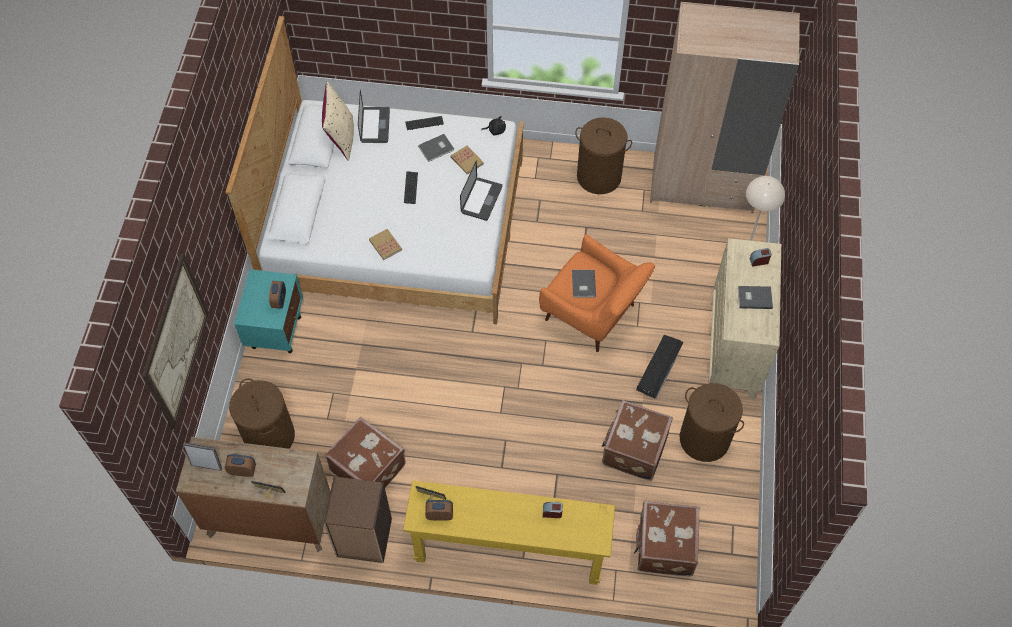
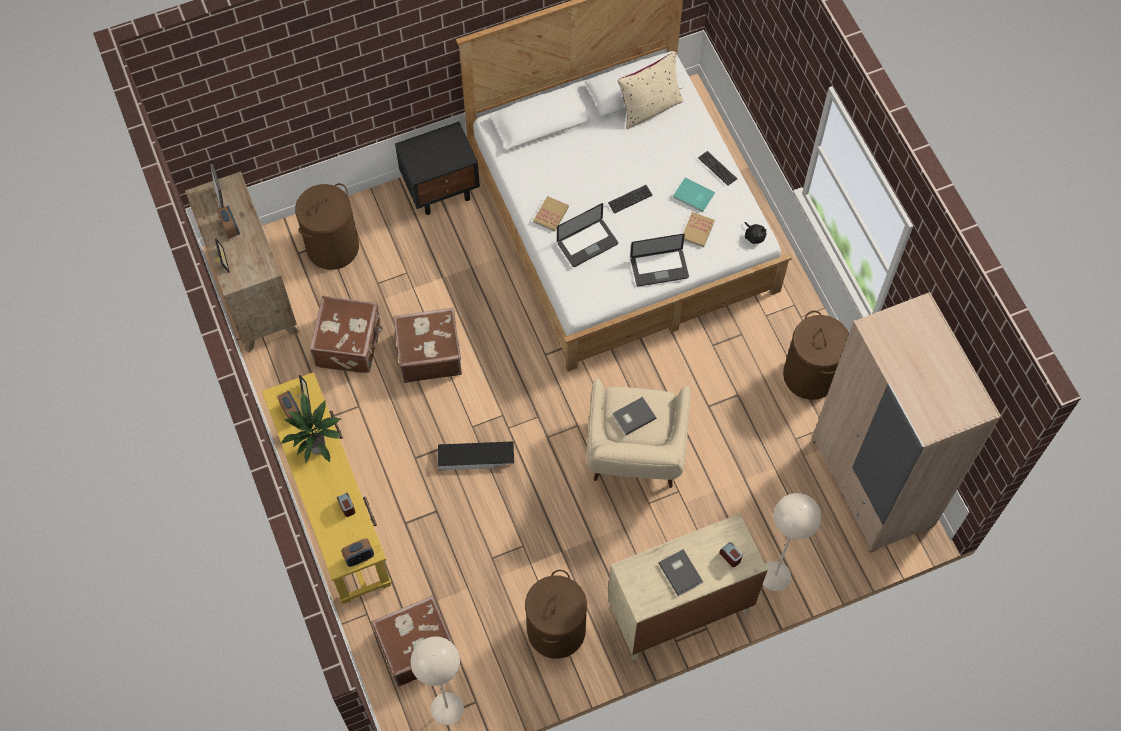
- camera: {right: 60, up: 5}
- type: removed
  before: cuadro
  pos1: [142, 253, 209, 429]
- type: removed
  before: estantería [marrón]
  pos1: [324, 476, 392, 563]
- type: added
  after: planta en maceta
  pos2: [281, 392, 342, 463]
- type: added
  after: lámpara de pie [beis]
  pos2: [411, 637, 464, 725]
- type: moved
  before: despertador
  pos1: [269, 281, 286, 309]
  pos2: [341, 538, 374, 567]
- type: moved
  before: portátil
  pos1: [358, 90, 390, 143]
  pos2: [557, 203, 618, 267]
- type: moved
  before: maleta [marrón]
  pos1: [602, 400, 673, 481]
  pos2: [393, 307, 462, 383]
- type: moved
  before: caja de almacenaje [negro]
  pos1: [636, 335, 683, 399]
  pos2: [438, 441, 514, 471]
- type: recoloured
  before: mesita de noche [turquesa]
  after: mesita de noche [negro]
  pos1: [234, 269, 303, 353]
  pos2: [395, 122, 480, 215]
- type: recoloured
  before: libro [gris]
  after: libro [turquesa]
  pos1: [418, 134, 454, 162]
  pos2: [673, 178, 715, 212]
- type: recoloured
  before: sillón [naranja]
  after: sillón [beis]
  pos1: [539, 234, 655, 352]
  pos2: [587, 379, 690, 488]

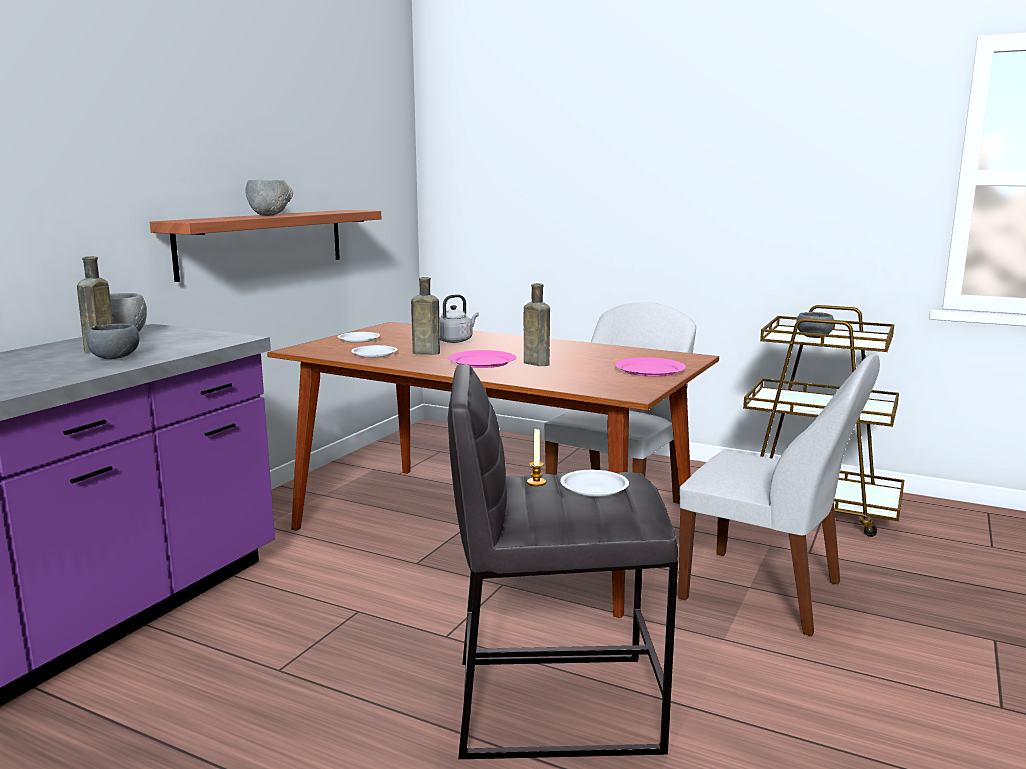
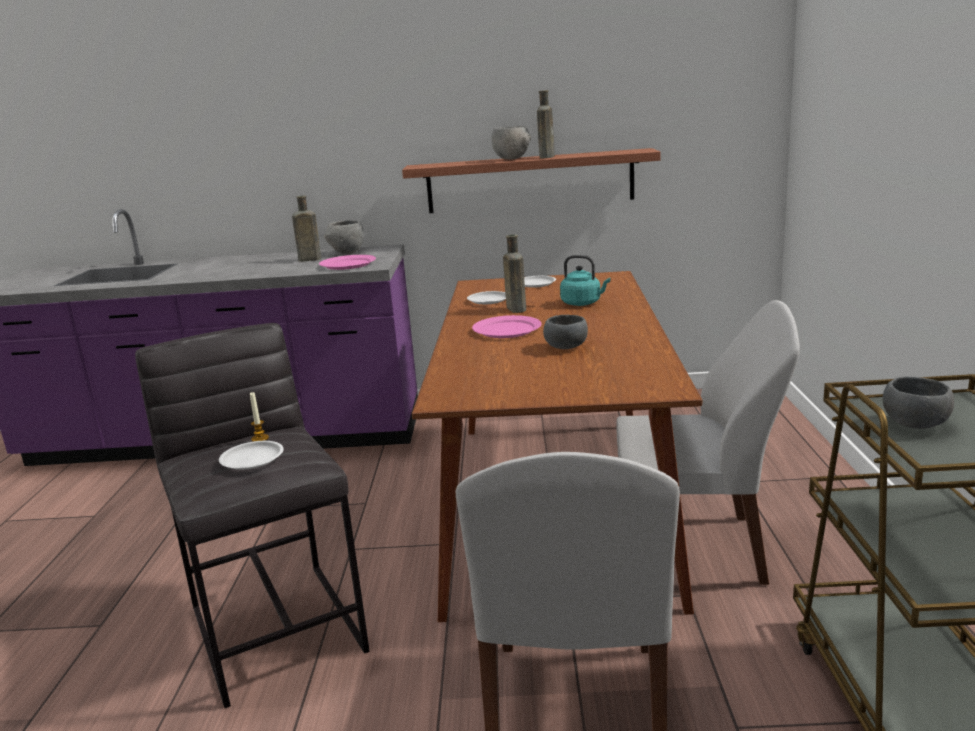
- camera: {right: 65, up: 5}
- type: moved
  before: cuenco [gris]
  pos1: [86, 323, 140, 359]
  pos2: [543, 315, 588, 349]
- type: moved
  before: botella [marrón]
  pos1: [524, 283, 550, 366]
  pos2: [537, 90, 555, 158]
- type: moved
  before: plato [rosa]
  pos1: [614, 357, 686, 377]
  pos2: [319, 255, 376, 270]
- type: recoloured
  before: hervidor [gris]
  after: hervidor [turquesa]
  pos1: [439, 294, 479, 343]
  pos2: [560, 255, 610, 306]

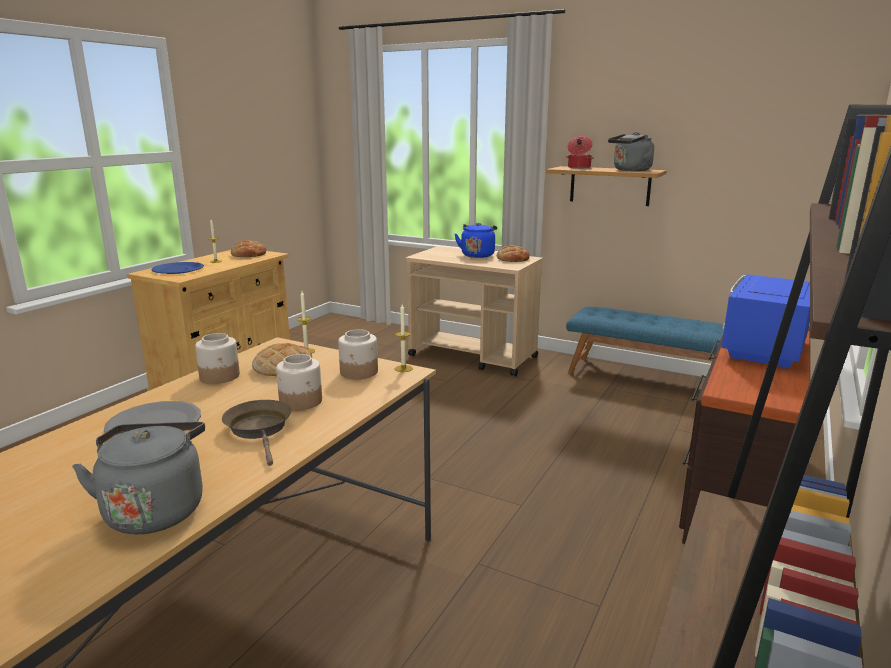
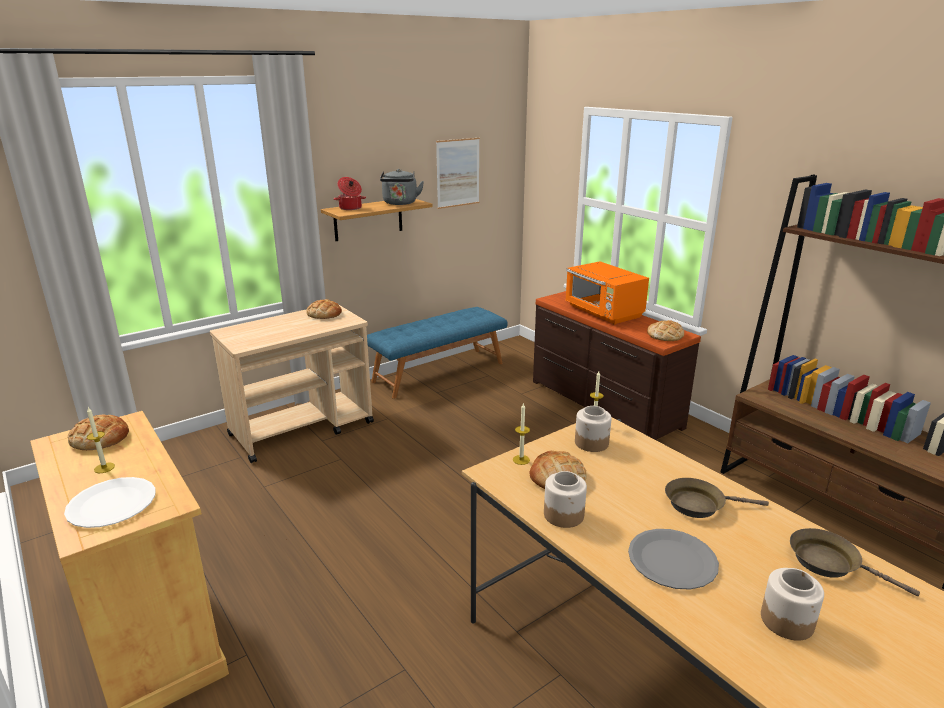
- camera: {right: -65, up: 5}
- type: removed
  before: hervidor [azul]
  pos1: [455, 223, 497, 258]
- type: added
  after: cuadro
  pos2: [436, 138, 480, 209]
- type: added
  after: pan
  pos2: [647, 320, 684, 341]
- type: moved
  before: tarro
  pos1: [276, 354, 322, 410]
  pos2: [761, 568, 824, 641]
- type: replaced
  before: hervidor [gris]
  after: sartén [marrón]
  pos1: [72, 422, 205, 534]
  pos2: [790, 528, 920, 596]
- type: recoloured
  before: plato [azul]
  after: plato [blanco]
  pos1: [151, 262, 204, 274]
  pos2: [64, 477, 156, 528]
- type: recoloured
  before: microondas [azul]
  after: microondas [naranja]
  pos1: [721, 274, 810, 369]
  pos2: [566, 261, 649, 325]

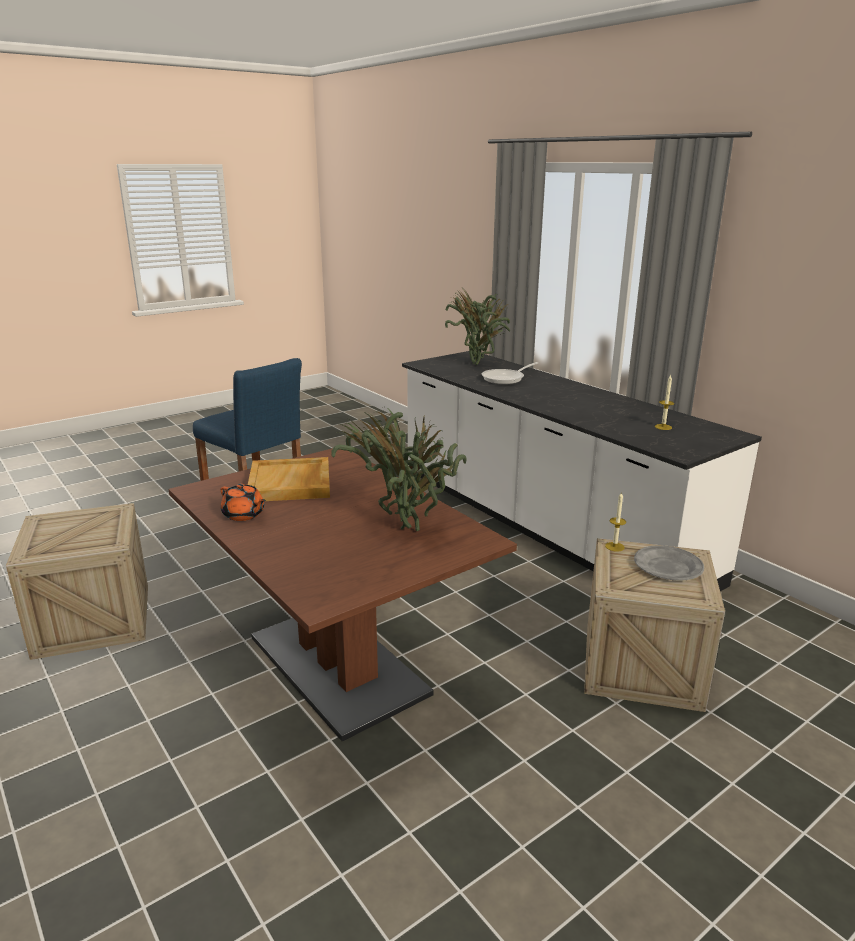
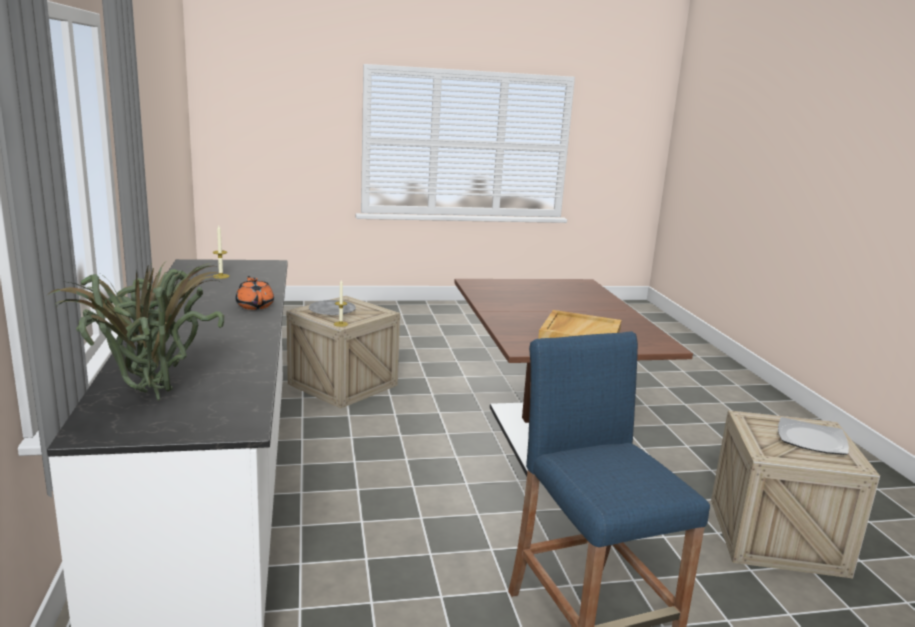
- camera: {right: -155, up: -5}
- type: removed
  before: planta en maceta
  pos1: [331, 407, 467, 531]
- type: removed
  before: sartén
  pos1: [482, 362, 538, 384]
- type: added
  after: plato
  pos2: [778, 417, 849, 455]
- type: moved
  before: tetera [naranja]
  pos1: [221, 484, 266, 521]
  pos2: [236, 276, 274, 310]

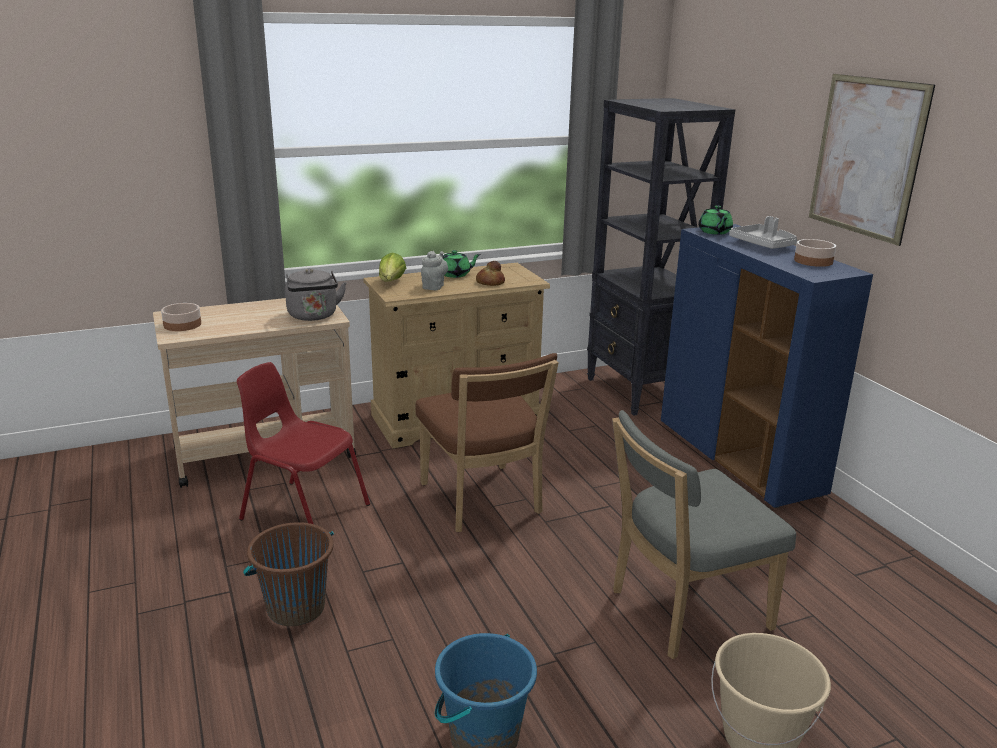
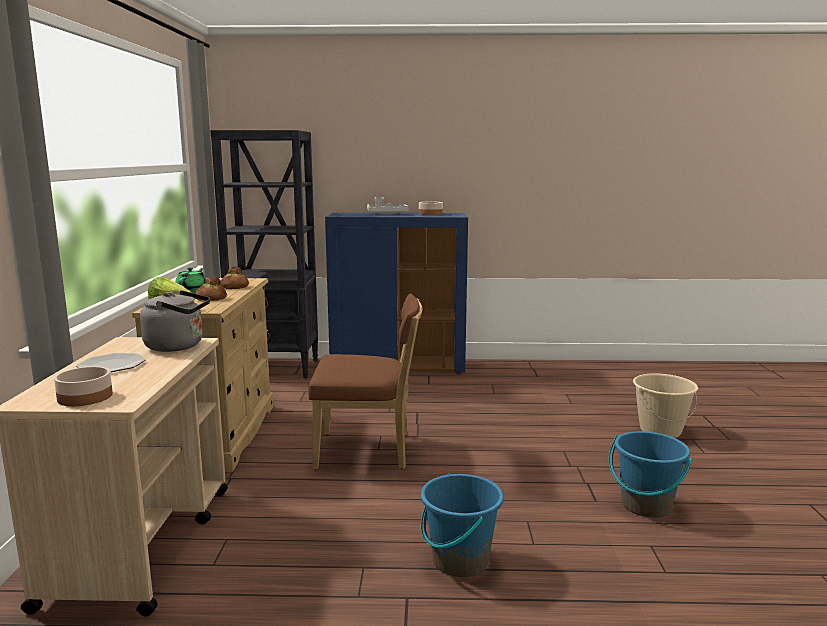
- camera: {right: -65, up: -10}
- type: removed
  before: silla [rojo]
  pos1: [237, 362, 370, 524]
- type: removed
  before: silla [gris]
  pos1: [612, 410, 796, 659]
- type: removed
  before: tetera [verde]
  pos1: [698, 205, 733, 235]
- type: removed
  before: cuadro
  pos1: [809, 74, 935, 246]
- type: added
  after: plato
  pos2: [76, 353, 146, 372]
- type: replaced
  before: tetera [gris]
  after: pan
  pos1: [421, 251, 448, 290]
  pos2: [195, 276, 227, 301]
- type: recoloured
  before: cubo [marrón]
  after: cubo [azul]
  pos1: [243, 522, 334, 626]
  pos2: [421, 473, 504, 577]

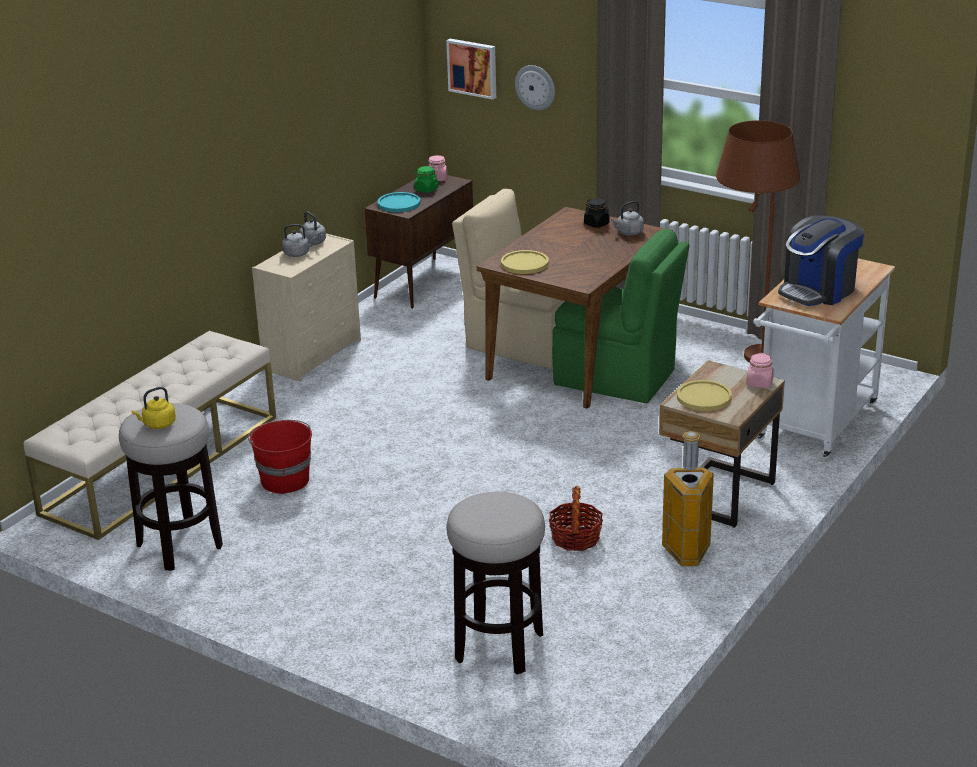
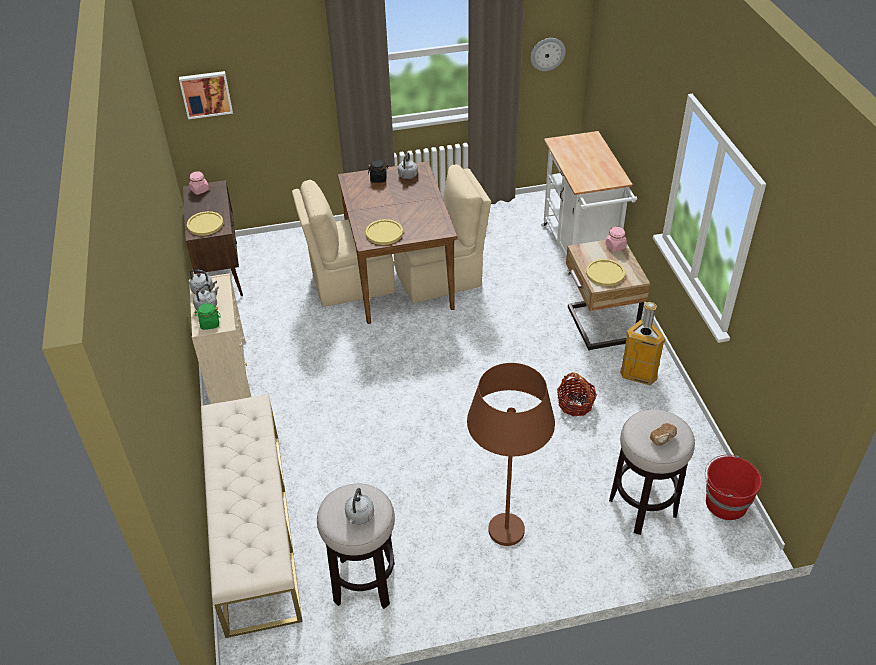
- camera: {right: -45, up: 15}
- type: removed
  before: cafetera
  pos1: [778, 215, 864, 306]
- type: added
  after: pan
  pos2: [650, 423, 677, 446]
- type: moved
  before: cubo [rojo]
  pos1: [248, 420, 312, 494]
  pos2: [705, 455, 762, 520]
- type: moved
  before: tarro [verde]
  pos1: [415, 166, 438, 193]
  pos2: [195, 303, 221, 330]
- type: moved
  before: reloj de pared
  pos1: [515, 65, 555, 110]
  pos2: [531, 38, 566, 71]
- type: moved
  before: lámpara de pie [marrón]
  pos1: [716, 120, 800, 363]
  pos2: [467, 363, 555, 546]
- type: recoloured
  before: hervidor [amarillo]
  after: hervidor [gris]
  pos1: [132, 387, 176, 429]
  pos2: [345, 488, 374, 525]
- type: recoloured
  before: plato [turquesa]
  after: plato [amarillo]
  pos1: [378, 192, 421, 212]
  pos2: [187, 211, 223, 236]
- type: recoloured
  before: silla [verde]
  after: silla [beis]
  pos1: [552, 229, 689, 403]
  pos2: [394, 164, 491, 303]

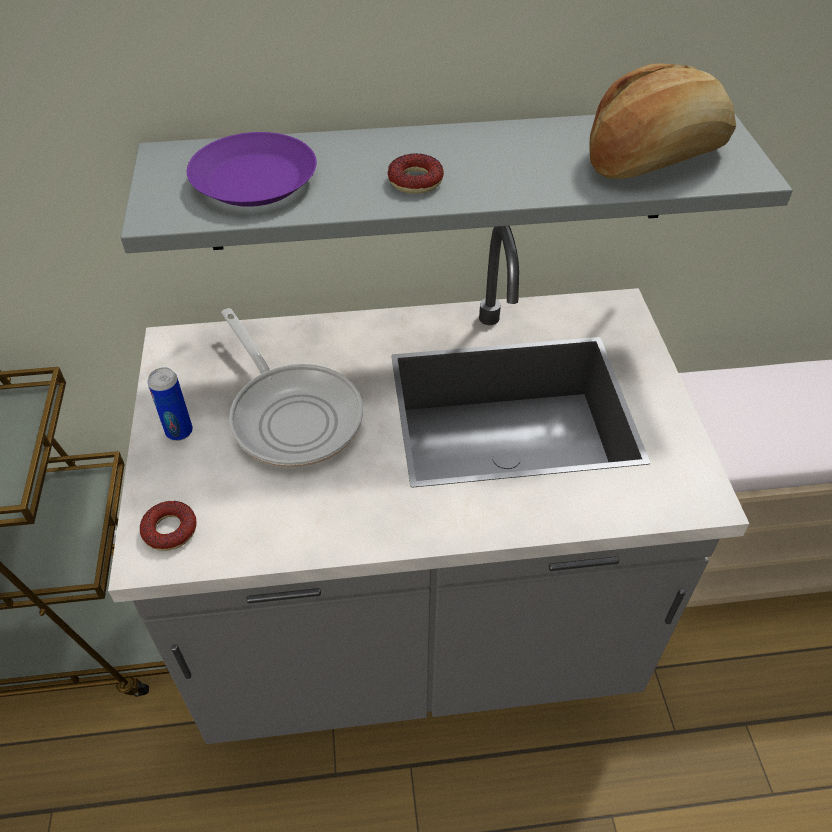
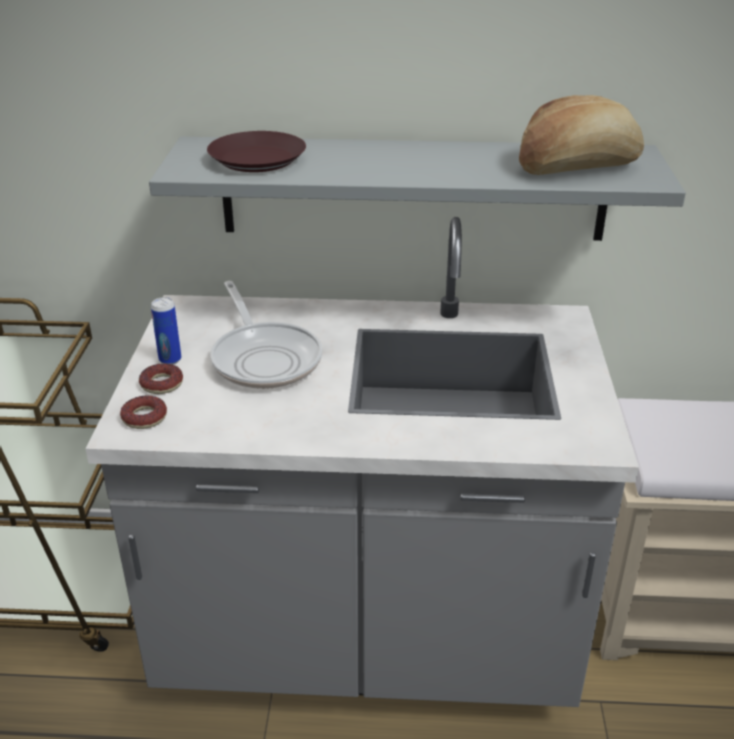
- camera: {right: 10, up: -15}
- type: moved
  before: rosquilla
  pos1: [388, 153, 444, 194]
  pos2: [139, 363, 183, 394]
- type: recoloured
  before: plato [morado]
  after: plato [marrón]
  pos1: [187, 132, 317, 207]
  pos2: [207, 131, 306, 172]

